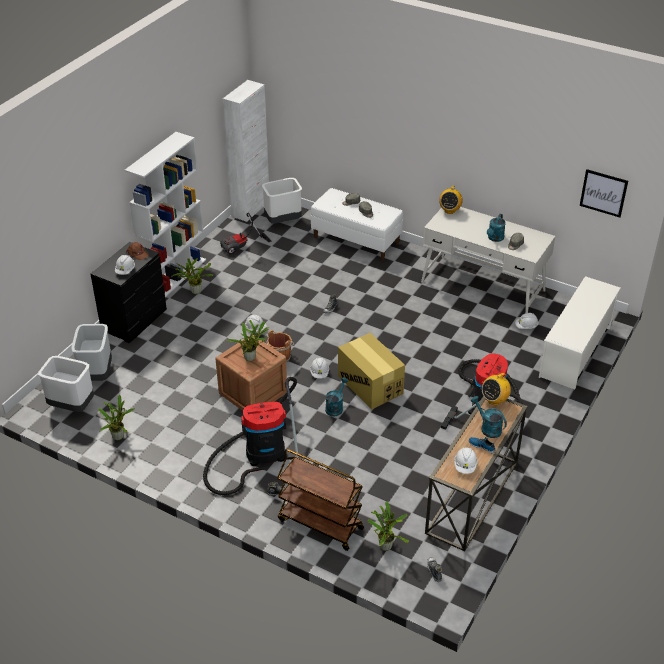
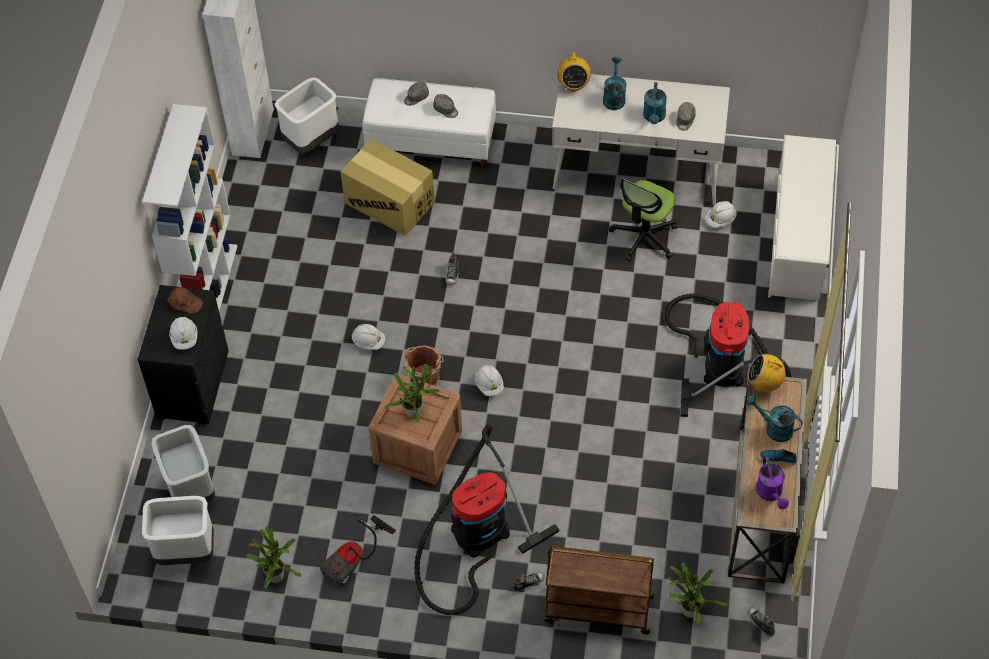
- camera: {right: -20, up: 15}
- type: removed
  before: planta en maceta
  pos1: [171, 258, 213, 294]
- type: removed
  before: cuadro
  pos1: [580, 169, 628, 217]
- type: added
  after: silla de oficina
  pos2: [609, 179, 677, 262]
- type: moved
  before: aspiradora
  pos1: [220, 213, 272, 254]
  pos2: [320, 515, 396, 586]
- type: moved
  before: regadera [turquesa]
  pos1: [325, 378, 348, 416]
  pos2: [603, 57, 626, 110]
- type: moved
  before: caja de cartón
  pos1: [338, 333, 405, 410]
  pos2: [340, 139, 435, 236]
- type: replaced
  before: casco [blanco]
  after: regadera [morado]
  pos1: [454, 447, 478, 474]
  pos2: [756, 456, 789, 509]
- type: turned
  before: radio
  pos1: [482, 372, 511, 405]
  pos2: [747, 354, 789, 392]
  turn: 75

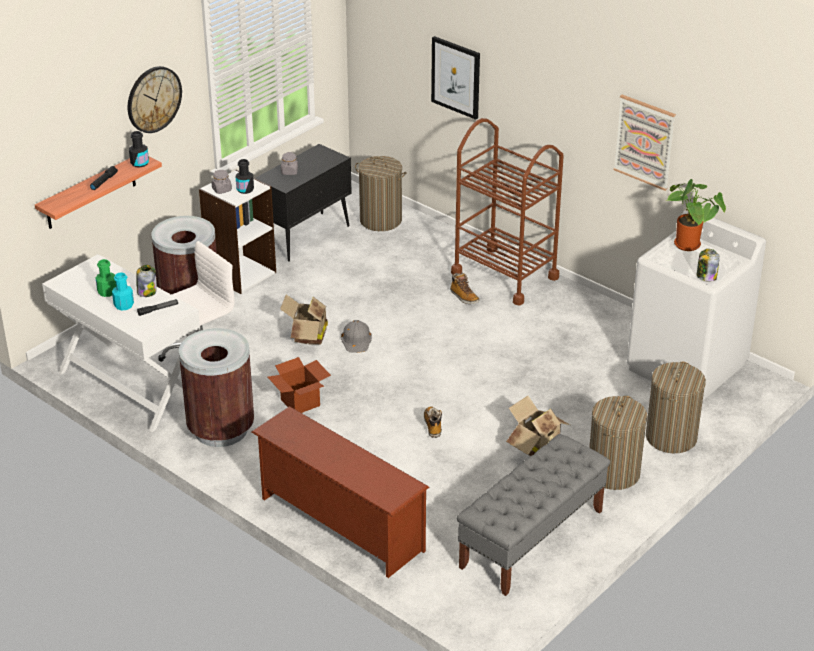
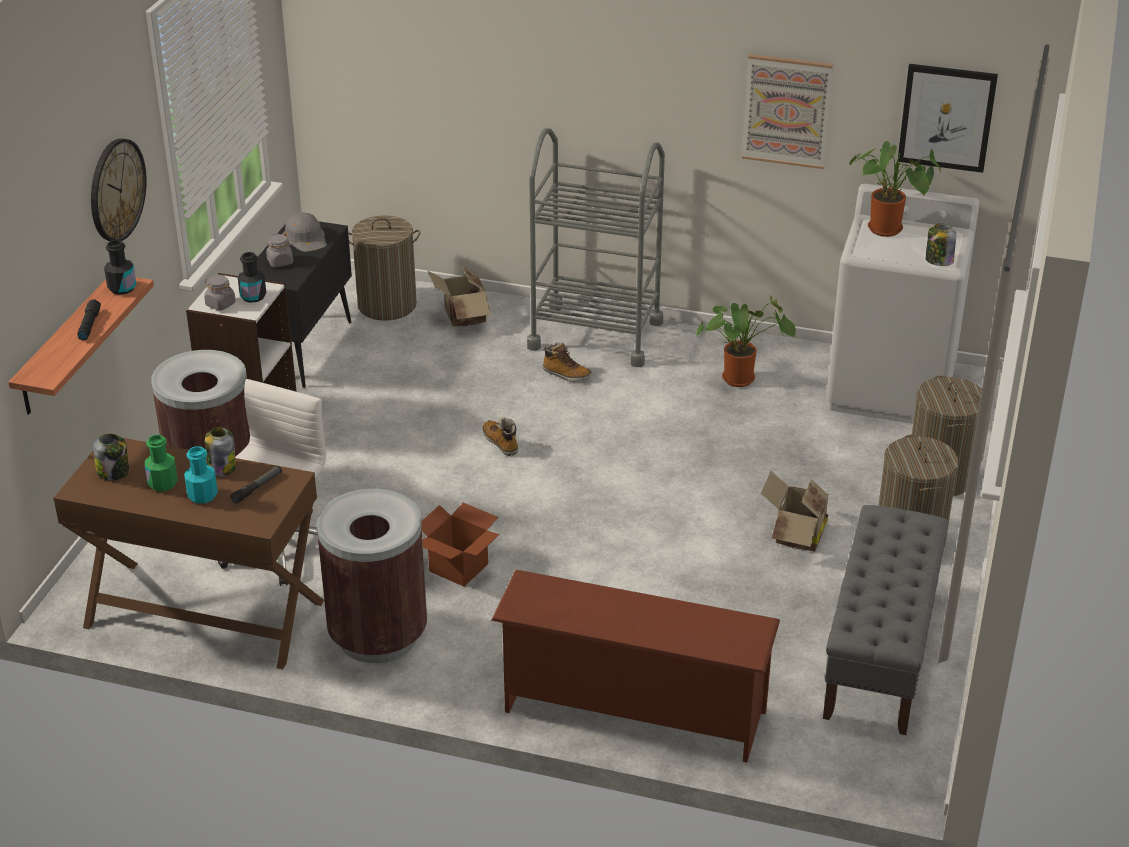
- camera: {right: -25, up: 0}
- type: added
  after: tarro
  pos2: [93, 434, 129, 480]
- type: added
  after: planta en maceta
  pos2: [696, 295, 796, 387]
- type: moved
  before: caja de cartón
  pos1: [280, 294, 328, 345]
  pos2: [428, 266, 490, 327]
- type: moved
  before: casco [gris]
  pos1: [341, 320, 372, 353]
  pos2: [282, 211, 327, 252]
- type: moved
  before: bota
  pos1: [424, 406, 442, 438]
  pos2: [482, 417, 518, 456]
- type: moved
  before: cuadro
  pos1: [431, 36, 480, 120]
  pos2: [898, 64, 998, 173]
- type: recoloured
  before: escritorio [blanco]
  after: escritorio [marrón]
  pos1: [42, 254, 200, 432]
  pos2: [53, 438, 324, 670]
- type: recoloured
  before: carrito [marrón]
  after: carrito [gris]
  pos1: [451, 118, 564, 306]
  pos2: [527, 128, 665, 367]

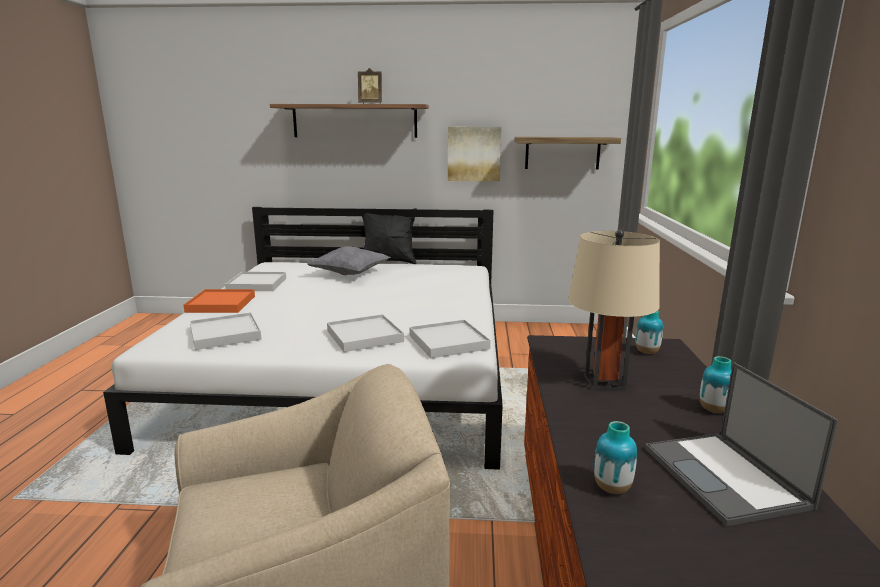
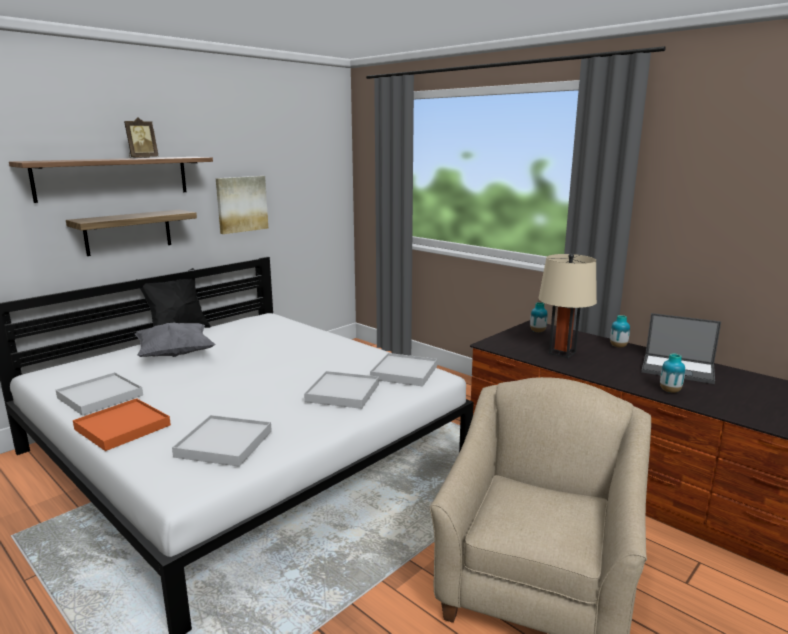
- camera: {right: -50, up: 0}
- type: moved
  before: estante
  pos1: [514, 137, 621, 169]
  pos2: [66, 210, 197, 256]

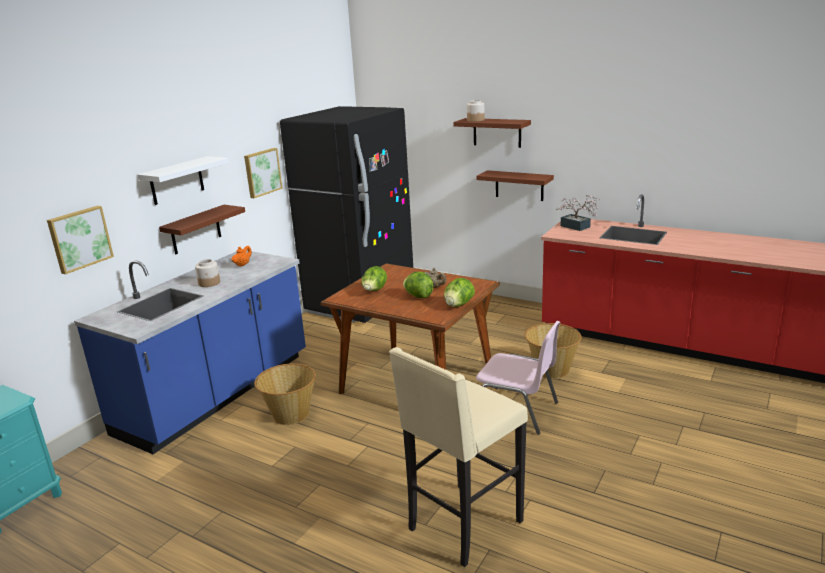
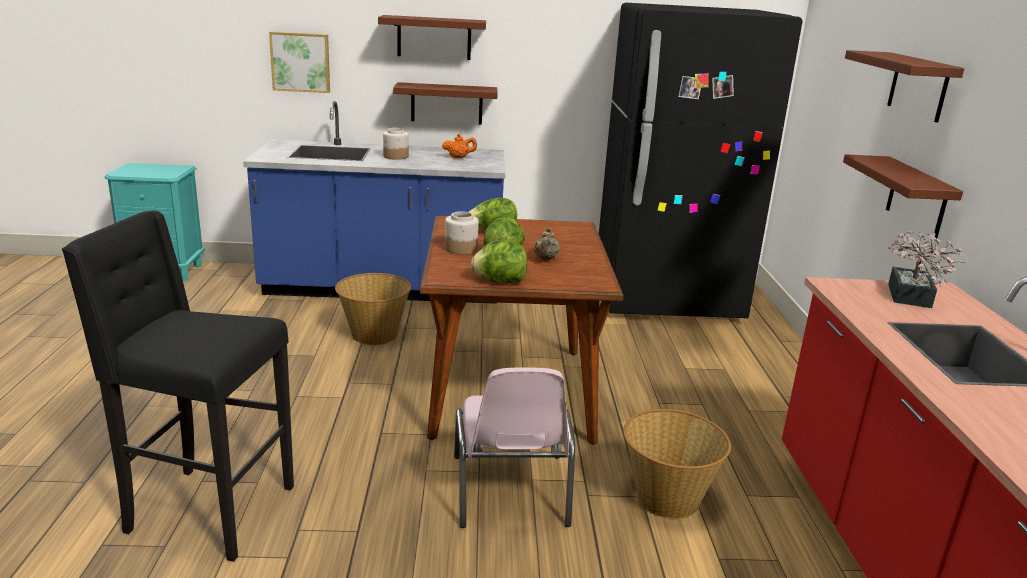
- camera: {right: 55, up: 0}
- type: removed
  before: cuadro
  pos1: [244, 148, 283, 198]
- type: moved
  before: tarro
  pos1: [467, 100, 485, 122]
  pos2: [445, 211, 479, 254]
- type: recoloured
  before: estante [blanco]
  after: estante [marrón]
  pos1: [137, 156, 229, 205]
  pos2: [378, 15, 486, 60]
- type: recoloured
  before: taburete [beis]
  after: taburete [negro]
  pos1: [389, 347, 528, 567]
  pos2: [62, 210, 294, 562]

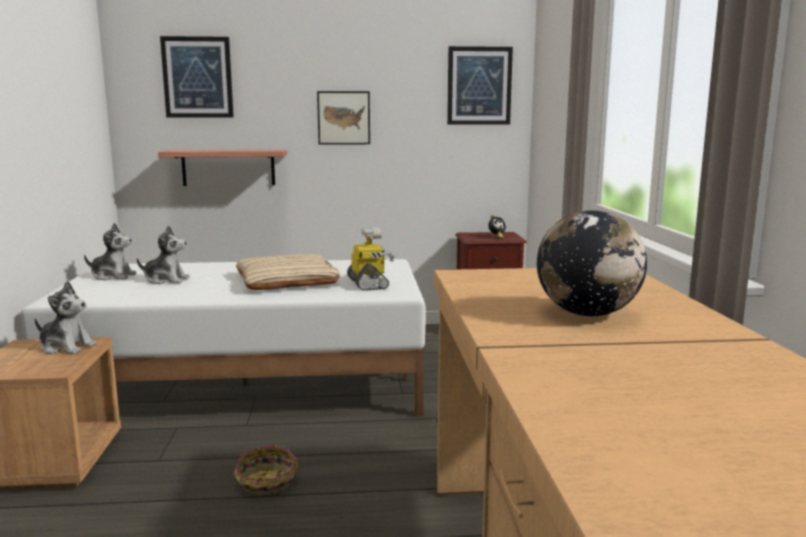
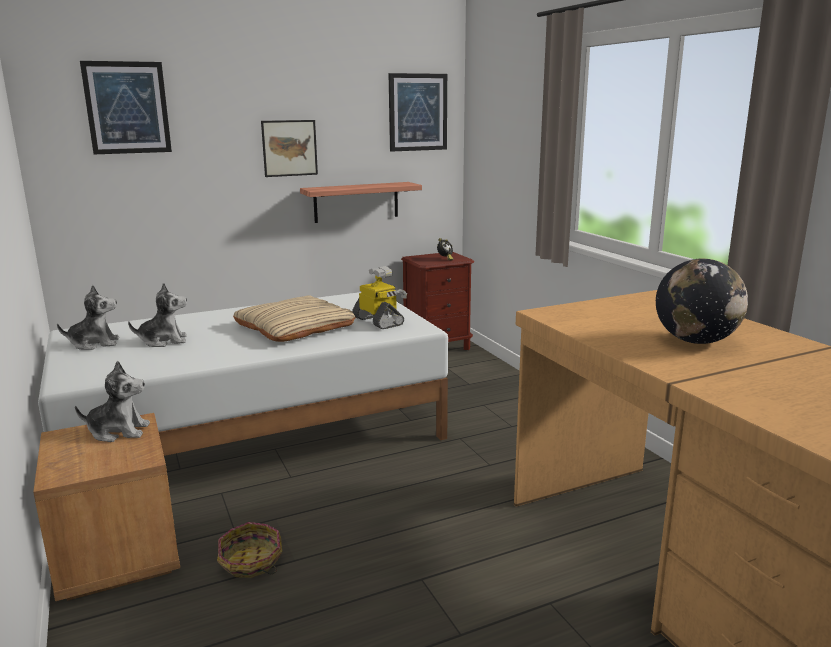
- camera: {right: -20, up: 5}
- type: moved
  before: estante
  pos1: [158, 150, 287, 186]
  pos2: [300, 182, 422, 223]
- type: moved
  before: cesta
  pos1: [234, 445, 299, 496]
  pos2: [217, 522, 282, 578]

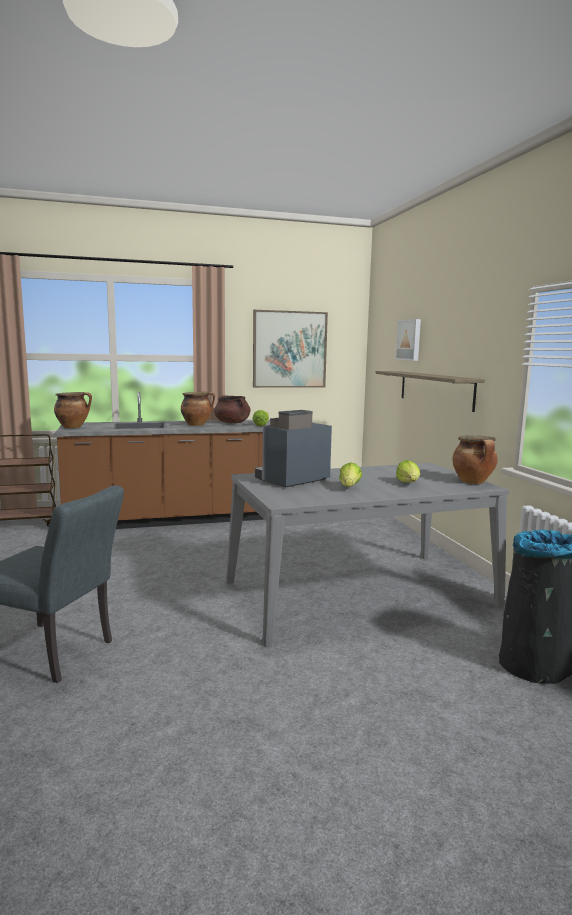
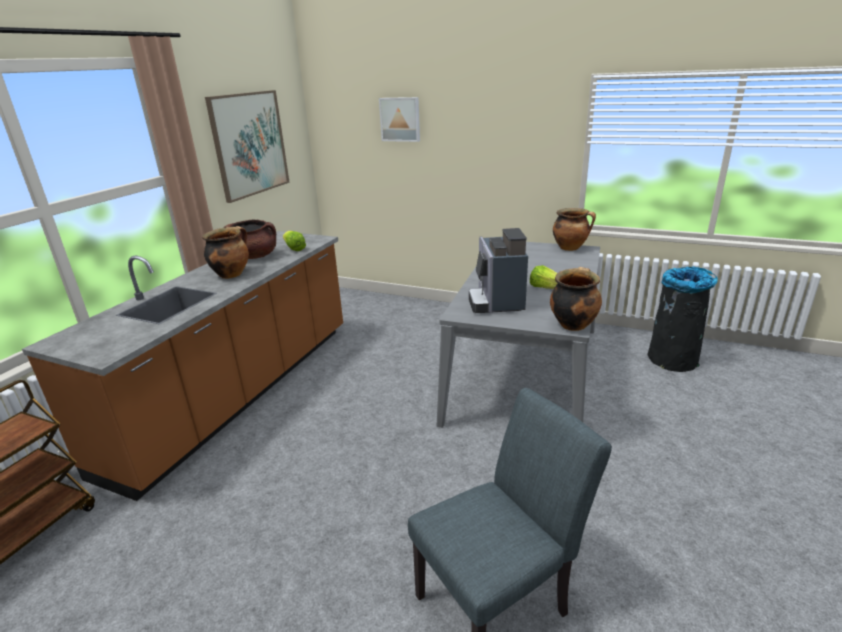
- camera: {right: -50, up: 15}
- type: removed
  before: estante
  pos1: [376, 371, 485, 412]
- type: removed
  before: lechuga
  pos1: [396, 460, 420, 483]
- type: moved
  before: olla
  pos1: [54, 392, 92, 428]
  pos2: [550, 267, 602, 331]

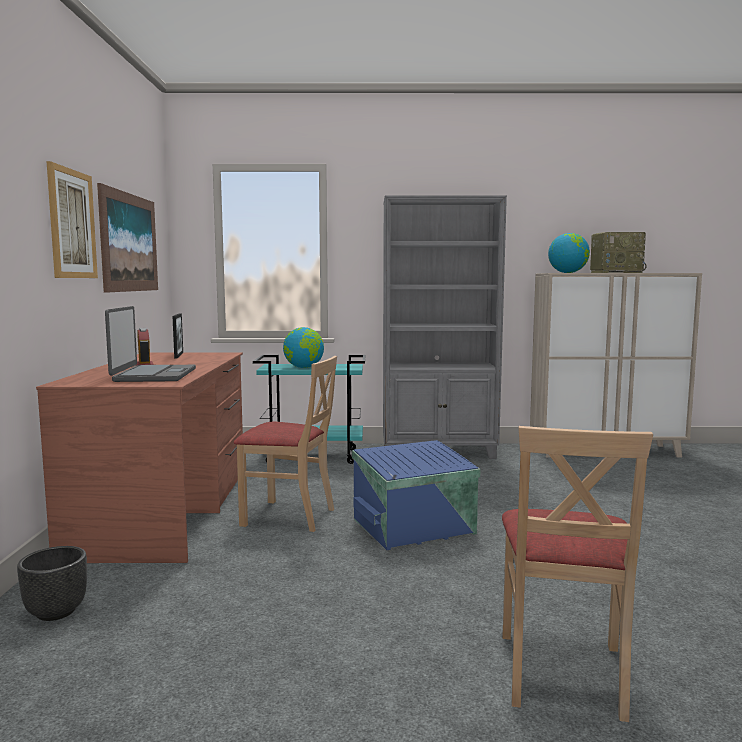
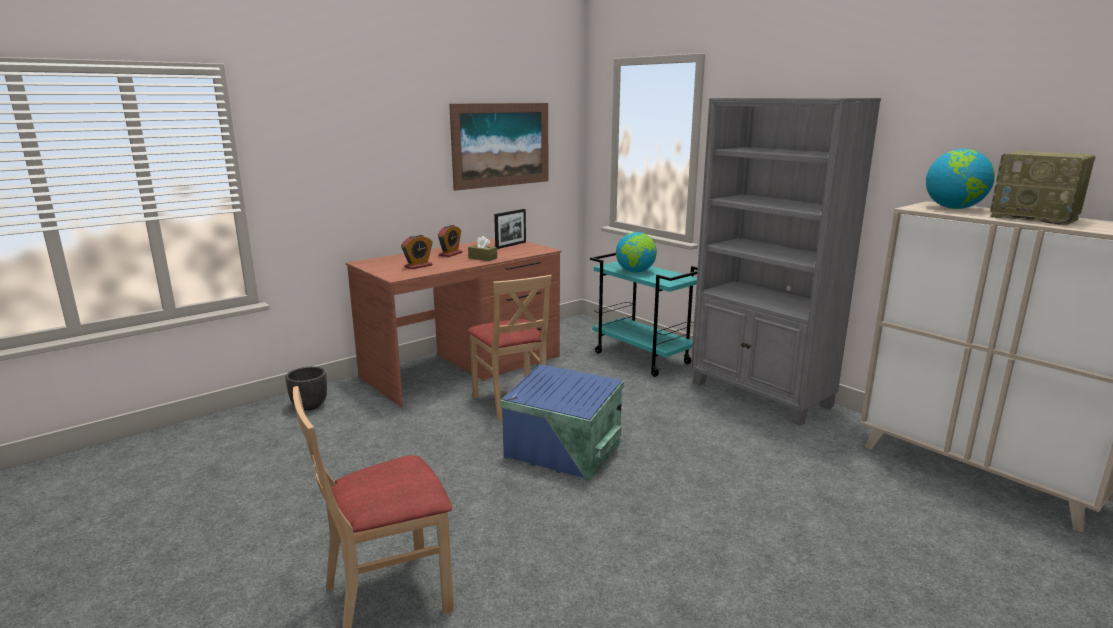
- camera: {right: 50, up: 10}
- type: removed
  before: cuadro
  pos1: [46, 161, 98, 278]
- type: added
  after: caja de pañuelos [marrón]
  pos2: [468, 236, 497, 261]
- type: replaced
  before: portátil
  after: despertador
  pos1: [105, 306, 196, 382]
  pos2: [401, 234, 433, 269]

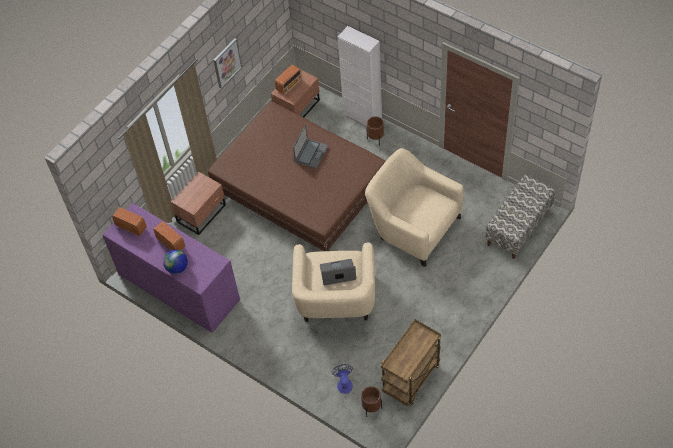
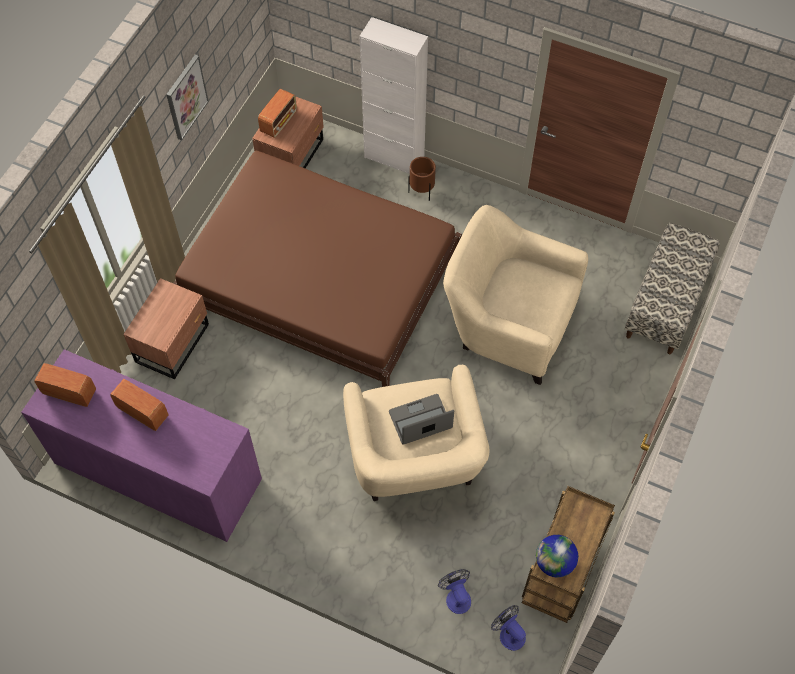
- camera: {right: -15, up: 5}
- type: removed
  before: portátil
  pos1: [293, 125, 328, 169]
- type: moved
  before: globo terráqueo
  pos1: [163, 249, 188, 274]
  pos2: [536, 535, 578, 577]
- type: replaced
  before: maceta [marrón]
  after: ventilador
  pos1: [361, 386, 382, 417]
  pos2: [491, 605, 526, 651]

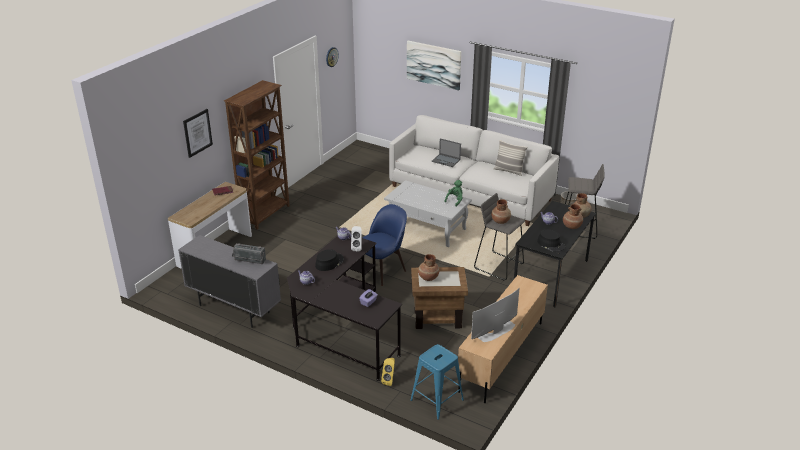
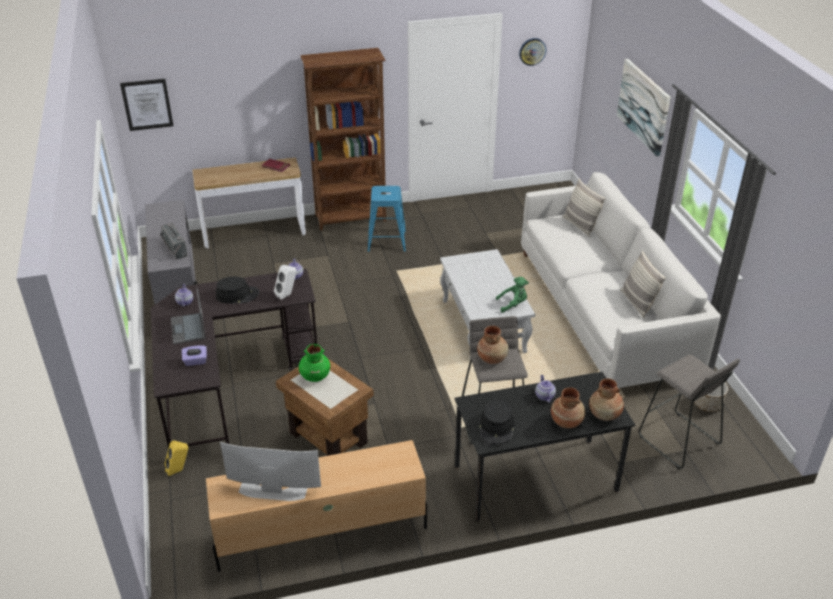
- camera: {right: 45, up: 5}
- type: removed
  before: silla [azul]
  pos1: [362, 204, 407, 286]
- type: added
  after: cojín
  pos2: [562, 179, 606, 237]
- type: moved
  before: cuadro
  pos1: [183, 109, 213, 158]
  pos2: [120, 79, 174, 131]
- type: moved
  before: taburete [azul]
  pos1: [410, 344, 464, 420]
  pos2: [368, 186, 406, 252]
- type: moved
  before: portátil
  pos1: [431, 138, 461, 167]
  pos2: [171, 288, 206, 344]
- type: recoloured
  before: florero [marrón]
  after: florero [verde]
  pos1: [418, 254, 439, 281]
  pos2: [299, 344, 330, 382]

